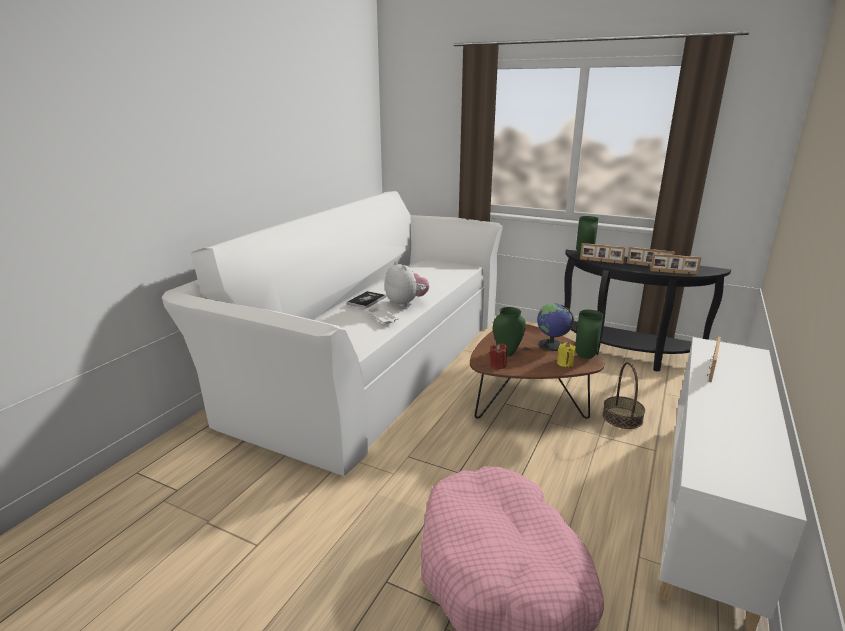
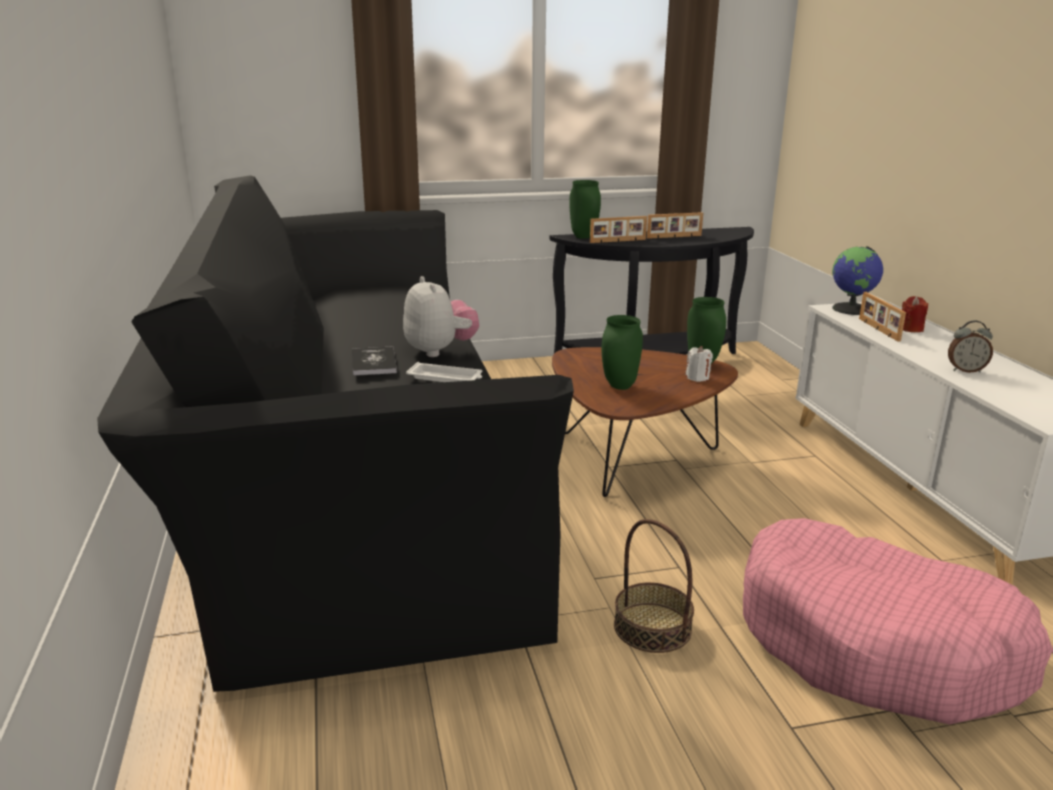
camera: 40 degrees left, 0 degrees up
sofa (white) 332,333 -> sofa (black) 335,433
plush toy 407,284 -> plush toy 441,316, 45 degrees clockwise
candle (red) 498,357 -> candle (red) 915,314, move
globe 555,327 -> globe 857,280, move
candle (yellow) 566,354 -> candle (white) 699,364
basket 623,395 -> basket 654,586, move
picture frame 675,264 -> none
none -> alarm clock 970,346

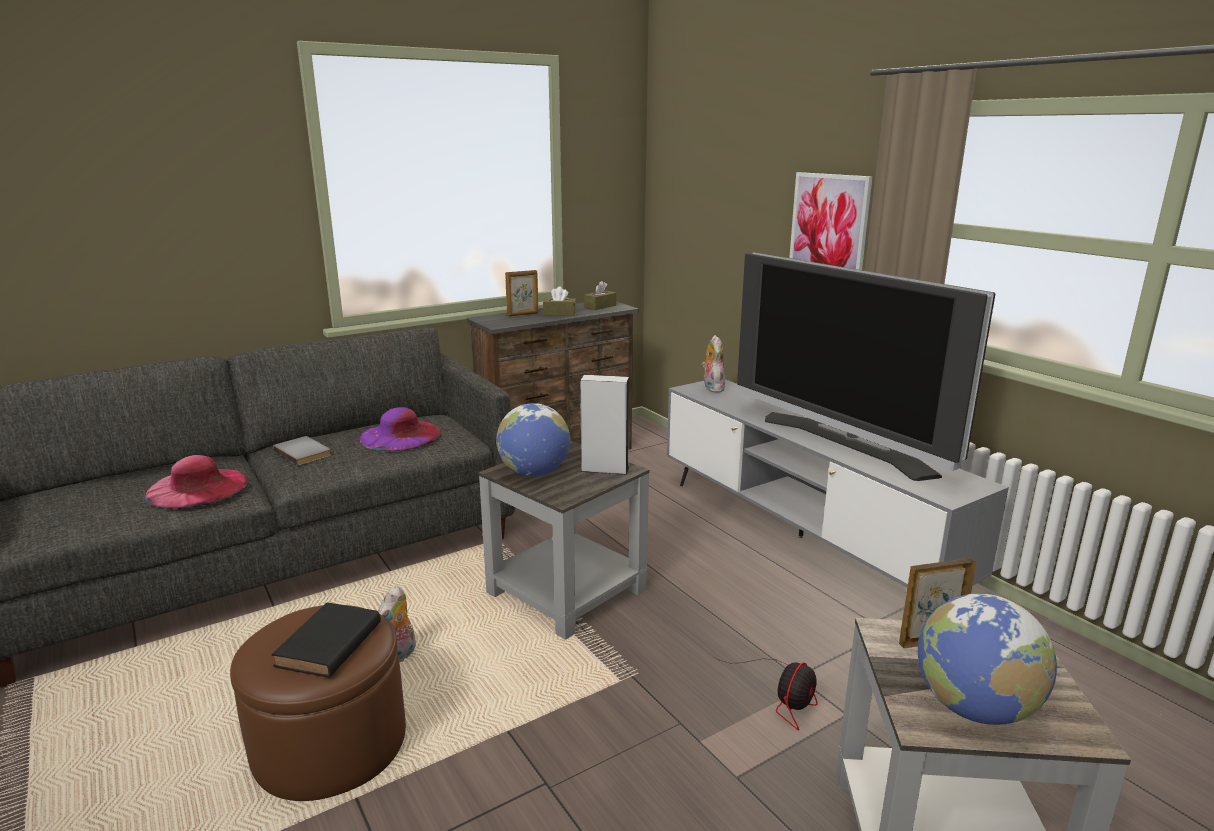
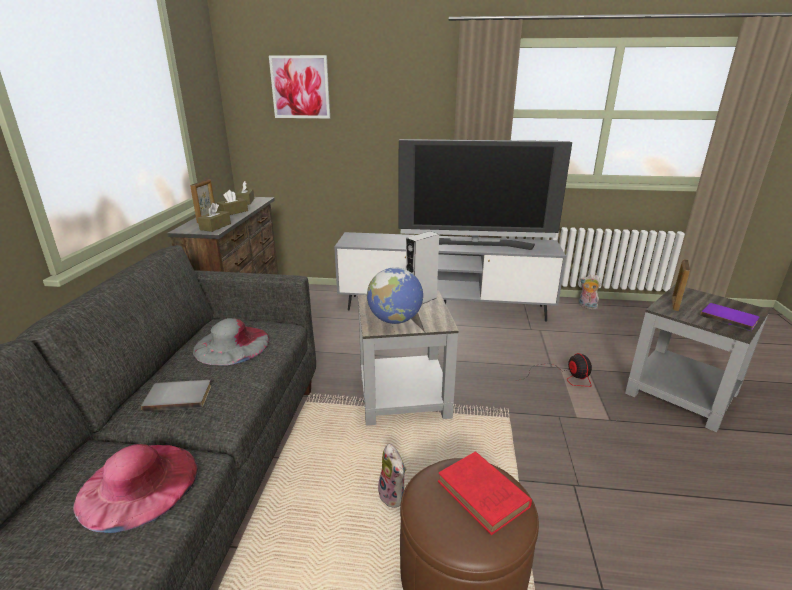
camera: 50 degrees left, 5 degrees up
book (black) 326,640 -> book (red) 485,493
hat (purple) 401,429 -> hat (grey) 231,342
plush toy 713,363 -> plush toy 590,292, move
picture 830,221 -> picture 299,87, move
globe 987,659 -> book (purple) 730,317
none -> tissue box (brown) 214,217

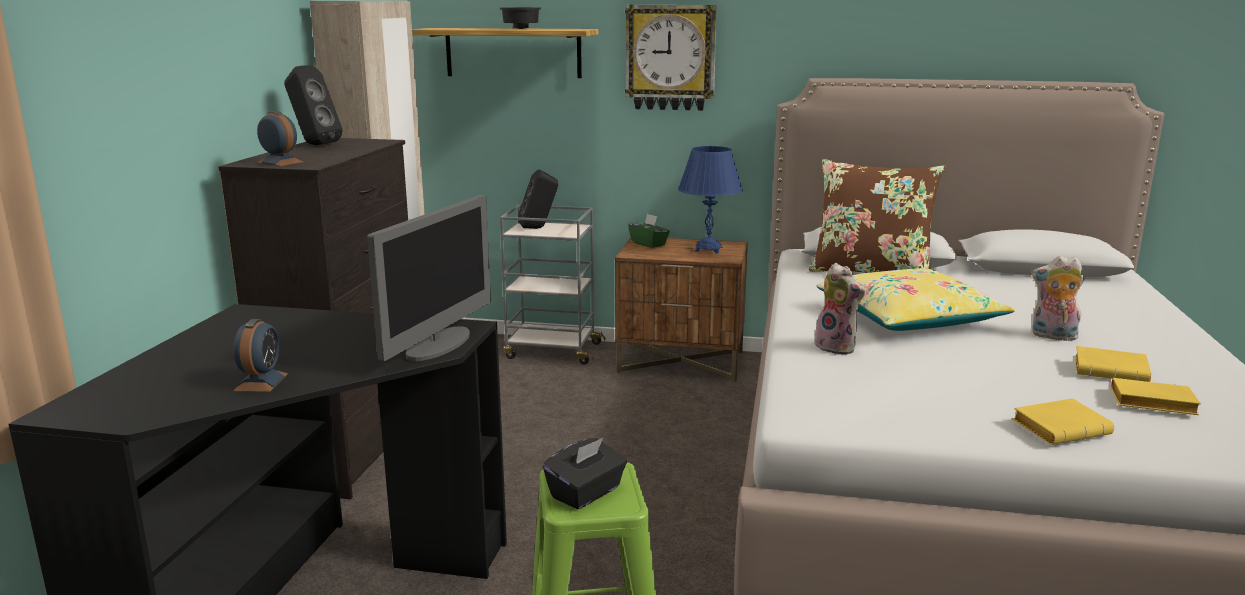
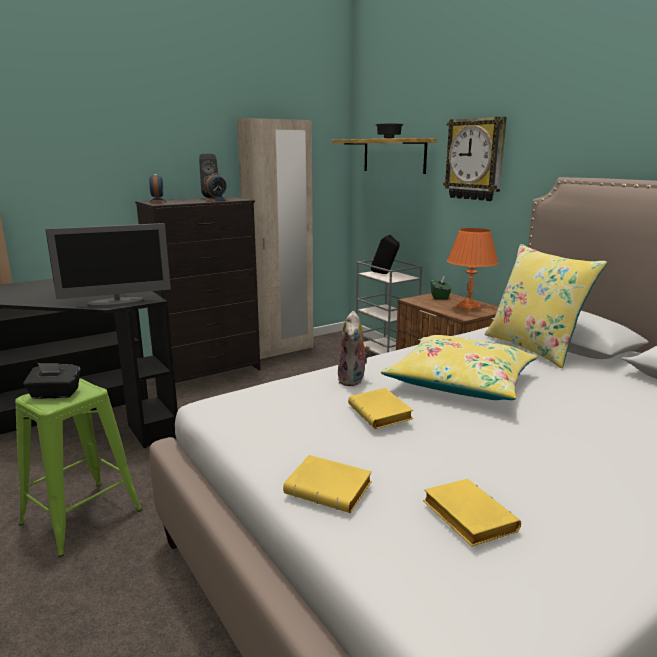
camera: 45 degrees right, 0 degrees up
alarm clock 260,355 -> alarm clock 217,187, move
table lamp (blue) 710,199 -> table lamp (orange) 472,270
pillow (brown) 877,216 -> pillow (yellow) 546,306
plush toy 1058,298 -> none
book (yellow) 1113,364 -> book (yellow) 380,408, move

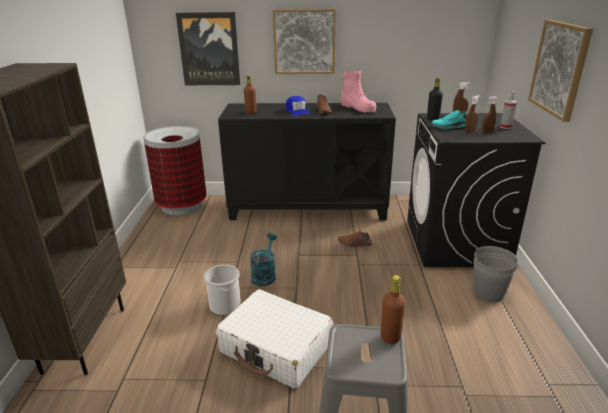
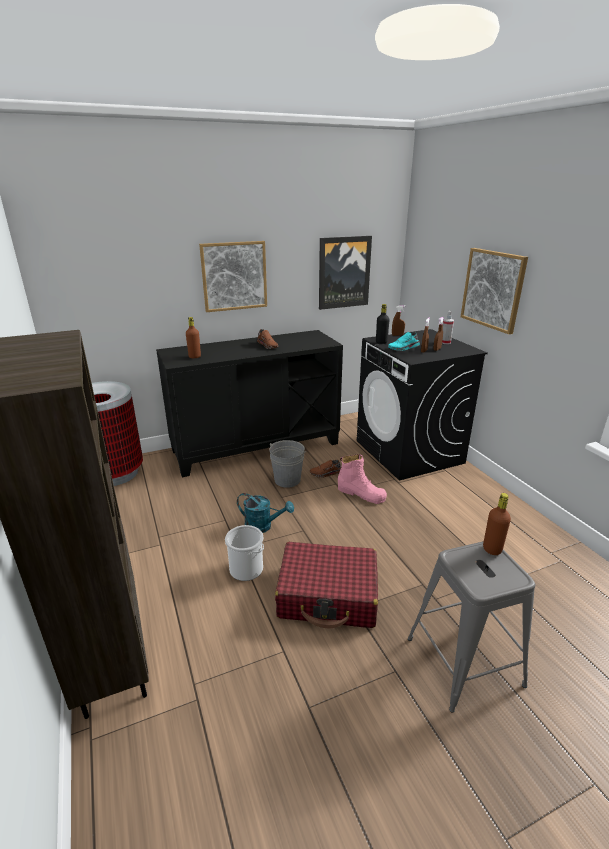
camera: 25 degrees left, 0 degrees up
picture 208,48 -> picture 345,273, move
suitcase (white) 274,339 -> suitcase (red) 326,585
watering can (turquoise) 263,259 -> watering can (turquoise) 265,513, 120 degrees clockwise
cap (blue) 298,106 -> none
boot (pink) 358,91 -> boot (pink) 362,479, move
bucket (grey) 497,274 -> bucket (grey) 287,464, move

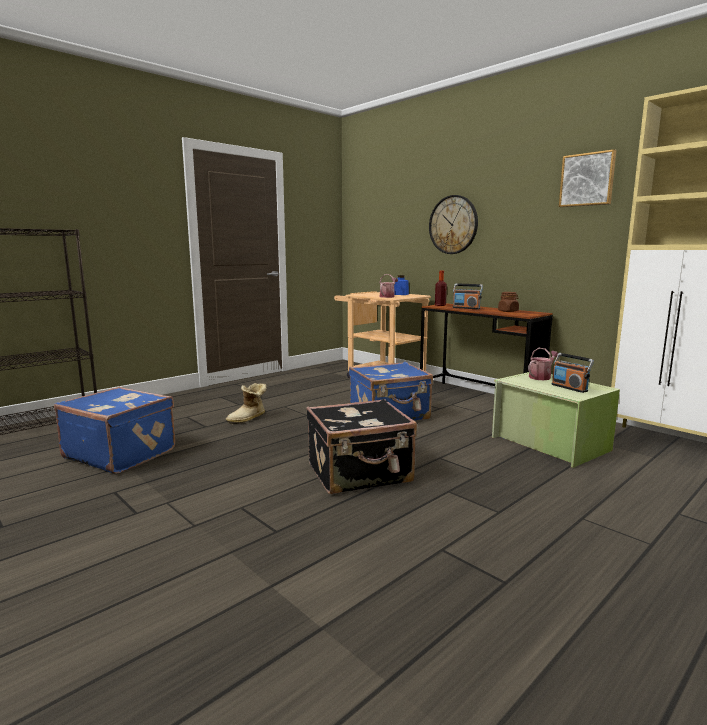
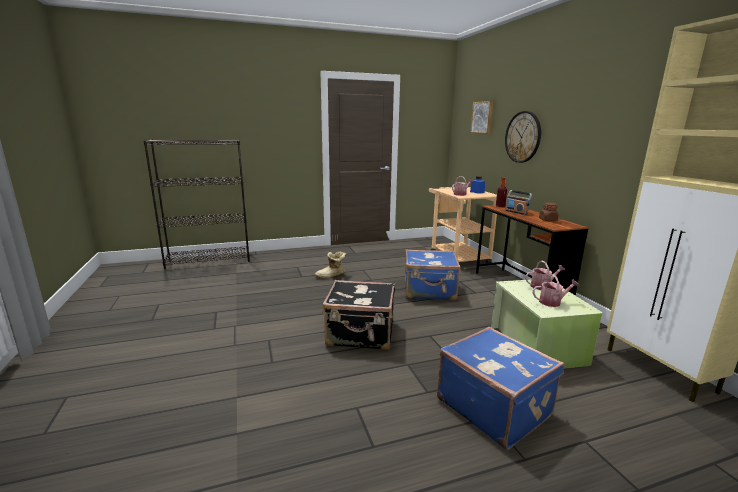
camera: 25 degrees right, 5 degrees up
suitcase (blue) 114,430 -> suitcase (blue) 501,388, move
radio 572,373 -> watering can 556,290
picture 587,178 -> picture 482,117, move

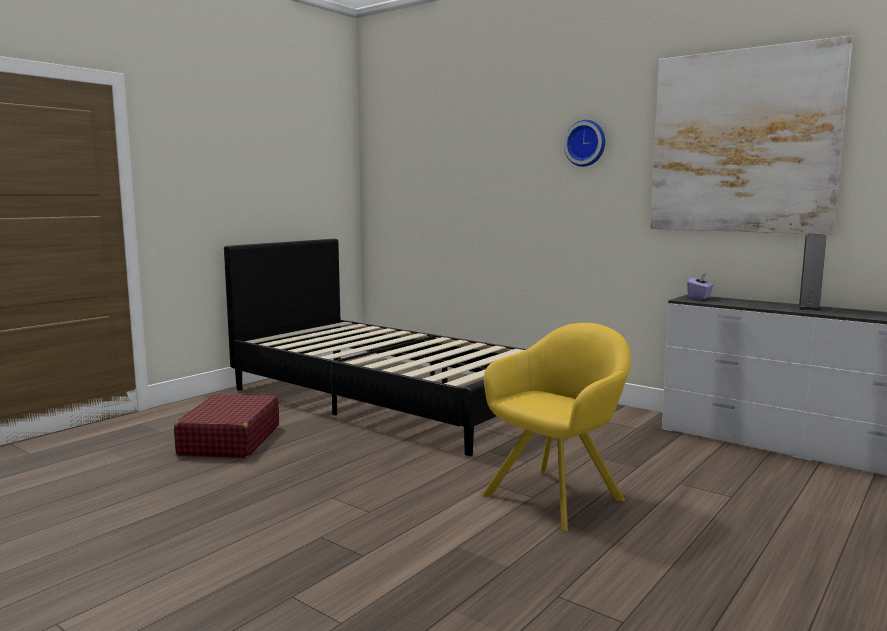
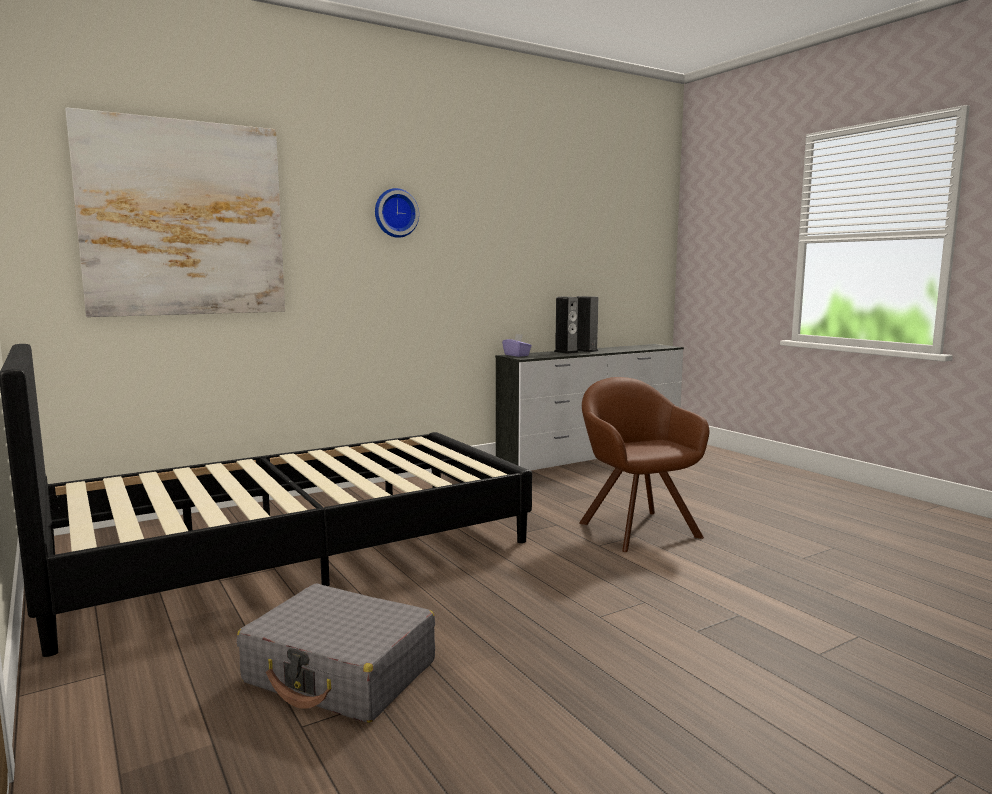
camera: 70 degrees left, 0 degrees up
suitcase (red) 226,426 -> suitcase (grey) 336,653
armchair (yellow) 556,427 -> armchair (brown) 644,464
picture 751,135 -> picture 175,212, move
none -> speaker 566,325

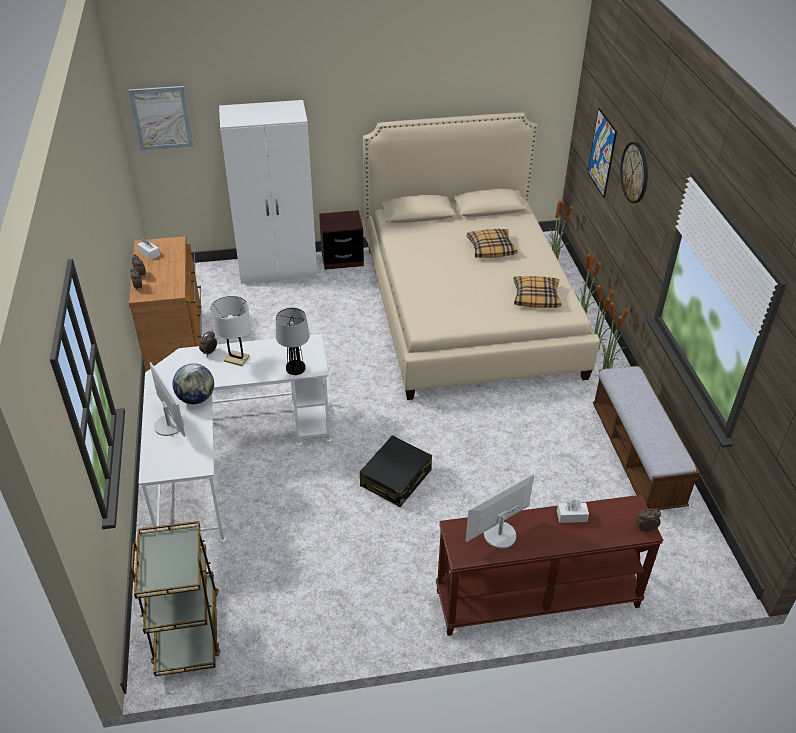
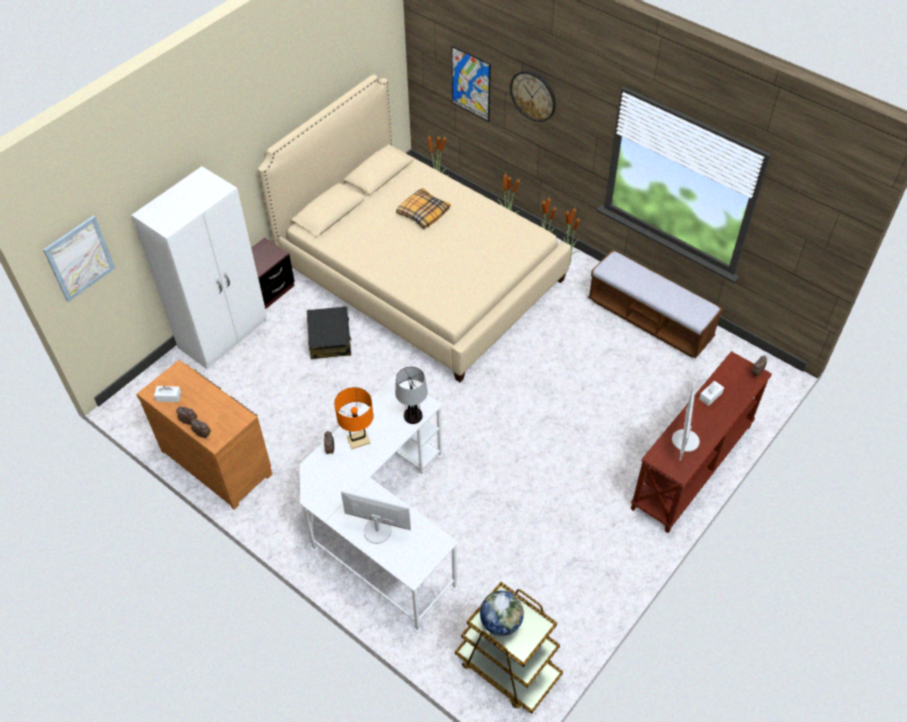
camera: 40 degrees left, 10 degrees up
globe 193,383 -> globe 502,613, move
table lamp (white) 230,331 -> table lamp (orange) 353,418
suitcase (black) 396,471 -> suitcase (black) 329,332, move
pillow 537,292 -> none

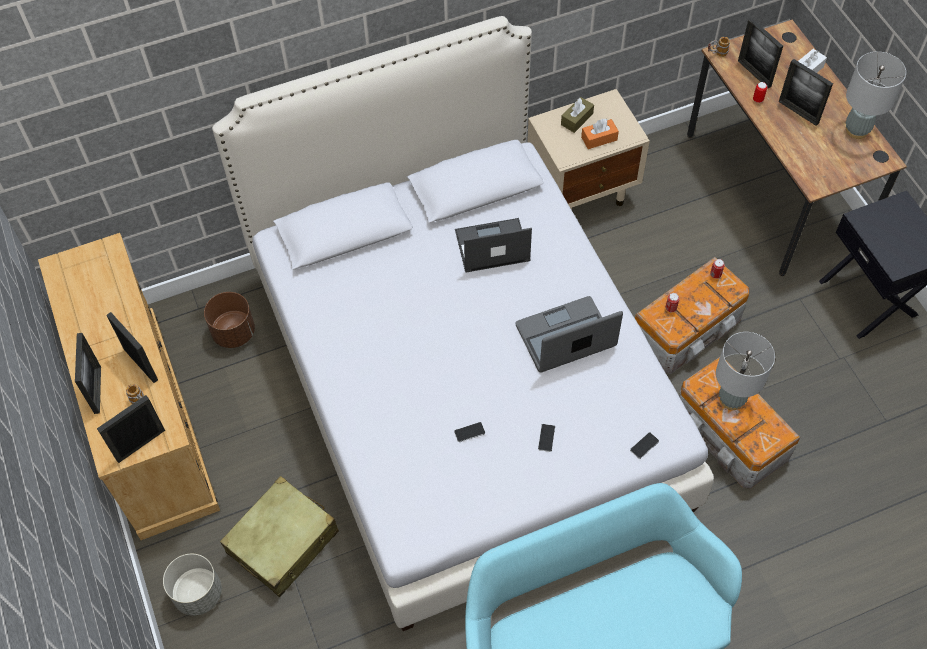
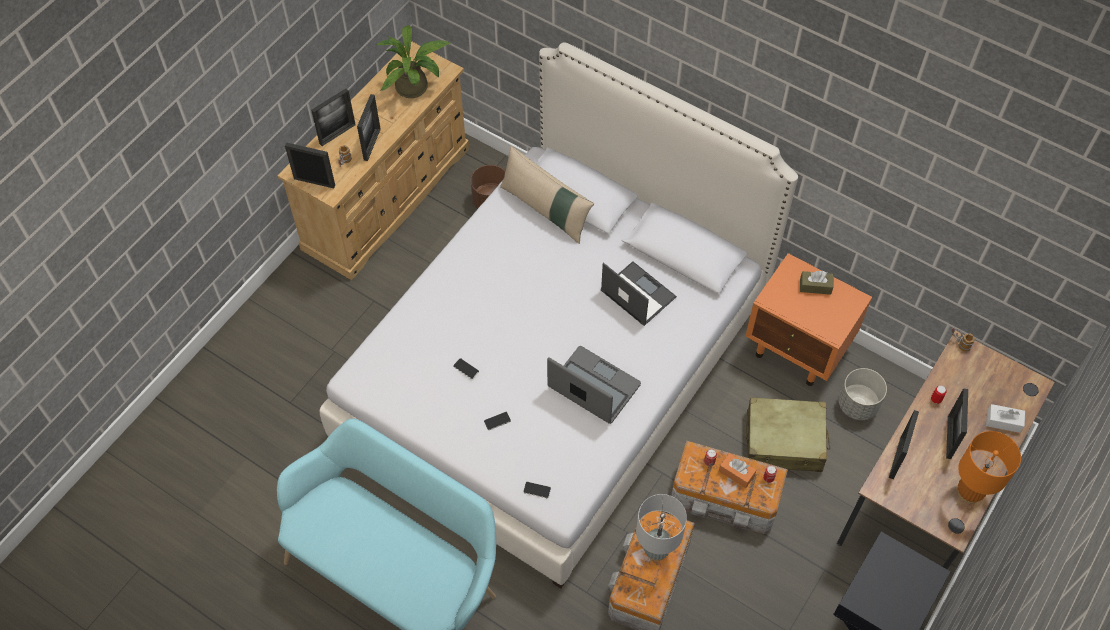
camera: 55 degrees right, 0 degrees up
planter (grey) 192,585 -> planter (grey) 863,394, move
suitcase (beige) 279,536 -> suitcase (beige) 788,434, move
nightstand (beige) 588,149 -> nightstand (orange) 808,319
tissue box (orange) 600,134 -> tissue box (orange) 737,470, move
picture frame 760,53 -> picture frame 904,444, move
table lamp (grey) 876,95 -> table lamp (orange) 989,467
none -> potted plant 413,61
none -> pillow (beige) 547,195

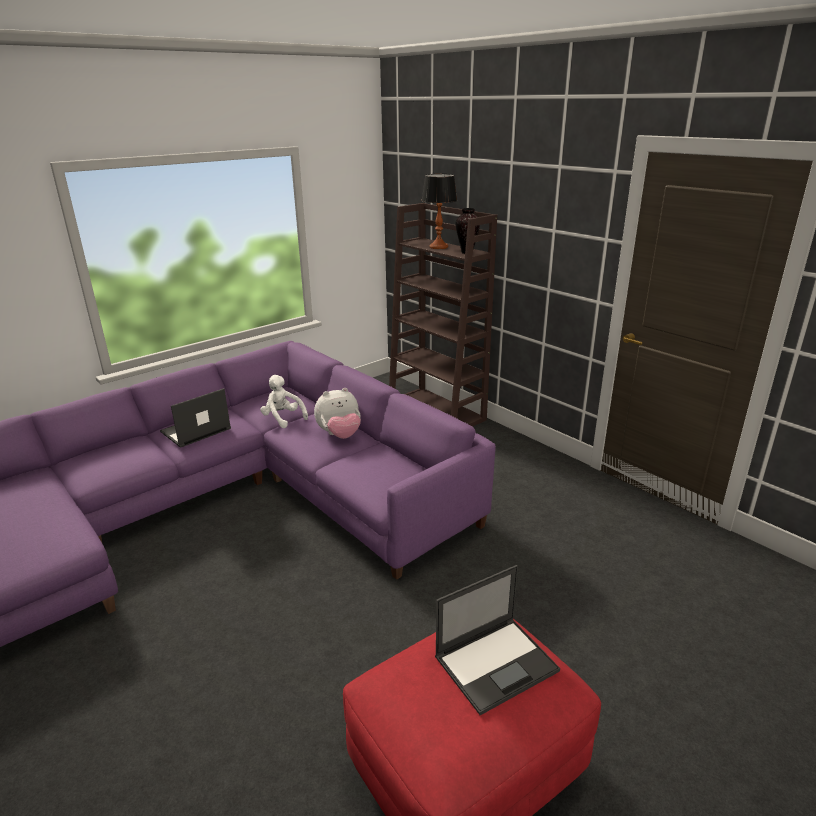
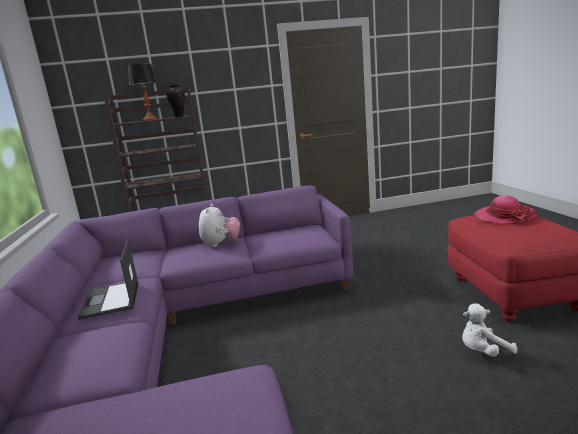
camera: 60 degrees left, 10 degrees down
plush toy (white) 284,401 -> plush toy (white) 489,330, move
laptop 497,640 -> hat 506,209

